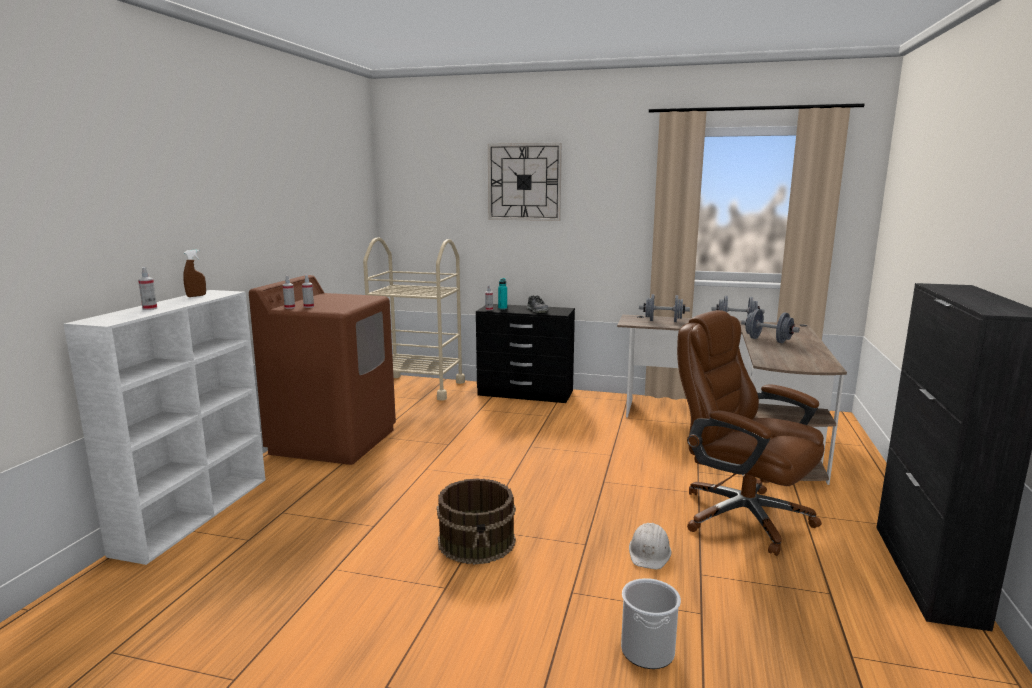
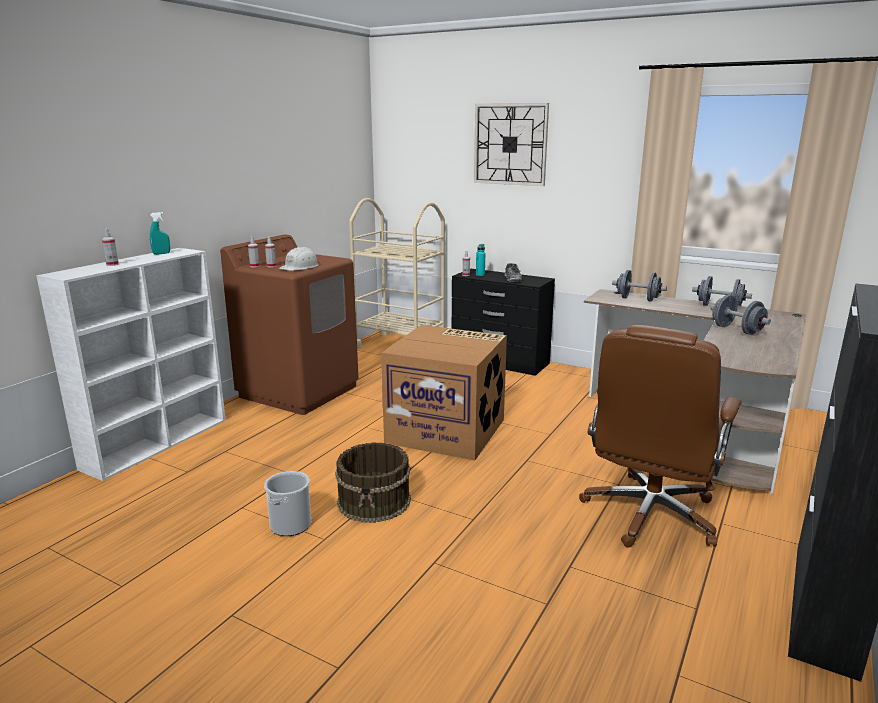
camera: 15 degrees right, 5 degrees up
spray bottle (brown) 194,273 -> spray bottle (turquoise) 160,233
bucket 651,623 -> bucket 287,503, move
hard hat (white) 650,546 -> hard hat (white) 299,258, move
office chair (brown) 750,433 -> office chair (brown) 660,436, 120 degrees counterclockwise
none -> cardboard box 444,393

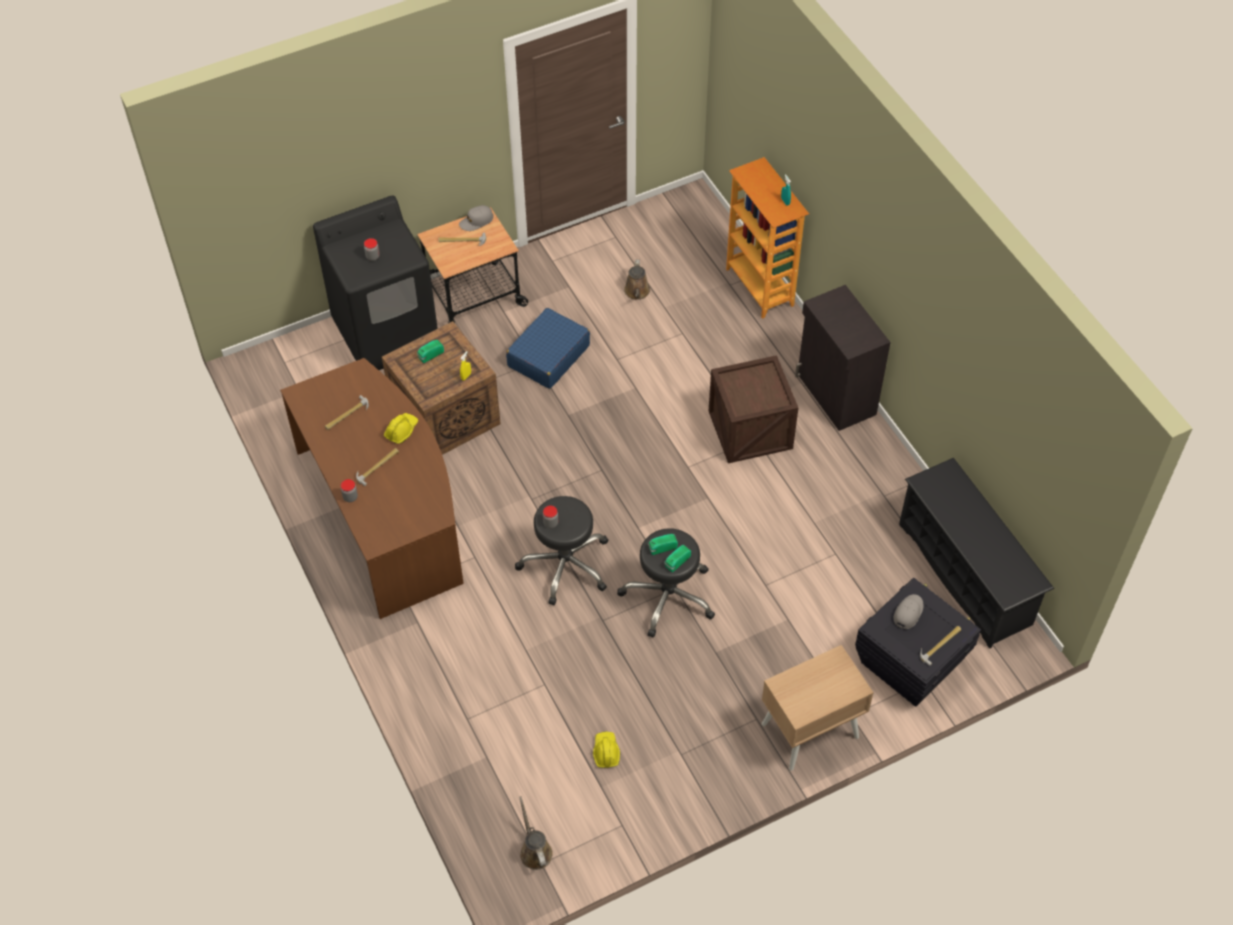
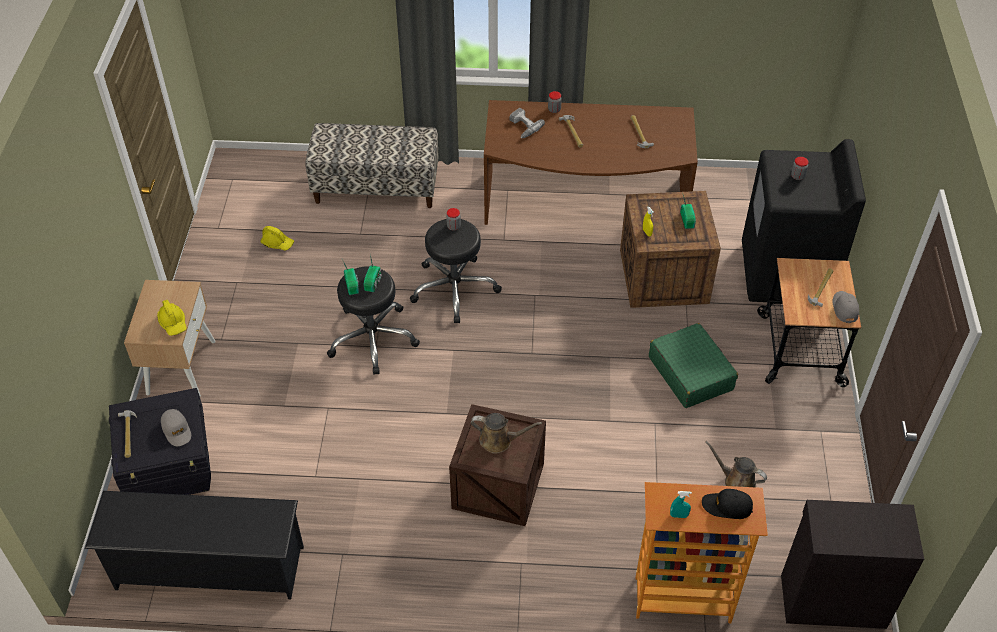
camera: 120 degrees right, 5 degrees down
hard hat (yellow) 401,428 -> hard hat (yellow) 172,318, move
suitcase (blue) 548,348 -> suitcase (green) 693,365
watering can (brown) 536,833 -> watering can (brown) 506,433, move
cabinet (black) 843,358 -> cabinet (black) 852,564, move
none -> bench 372,165
none -> power drill 527,123
none -> cap (black) 727,504

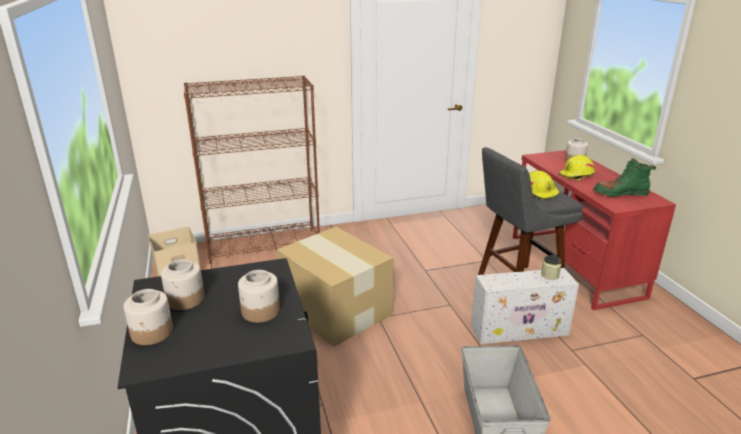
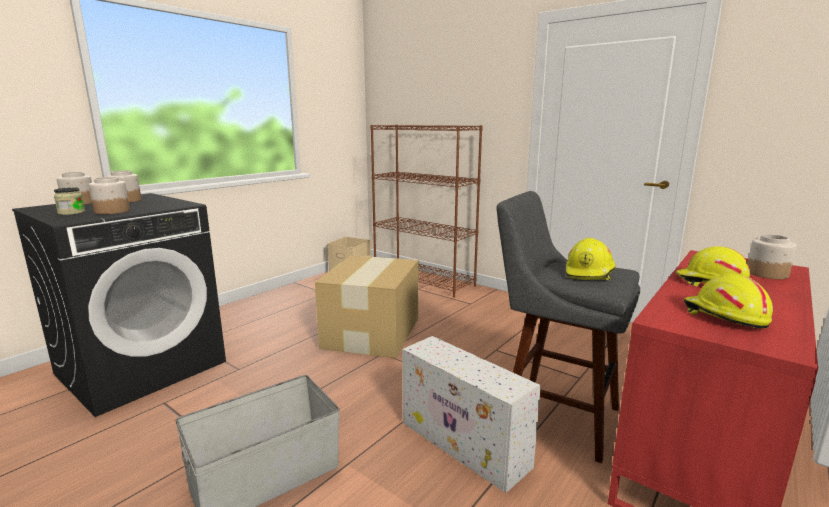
camera: 55 degrees right, 10 degrees down
jar 551,267 -> jar 69,201, move
boot (green) 625,177 -> hard hat (yellow) 728,301

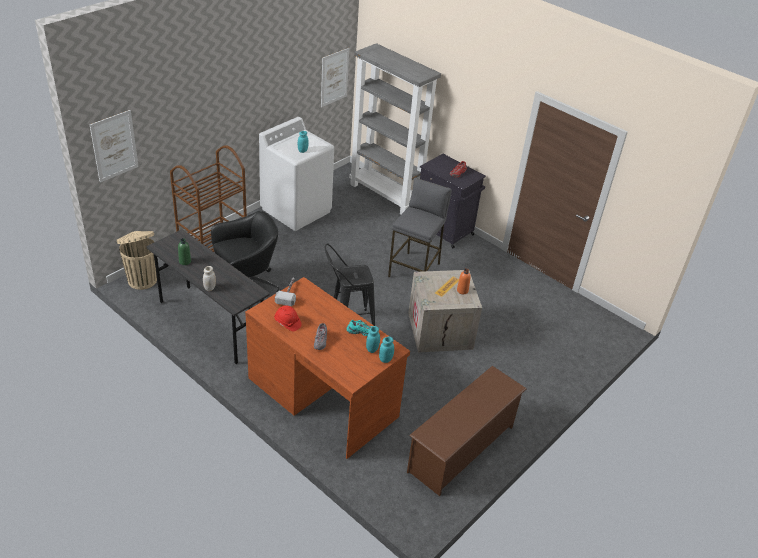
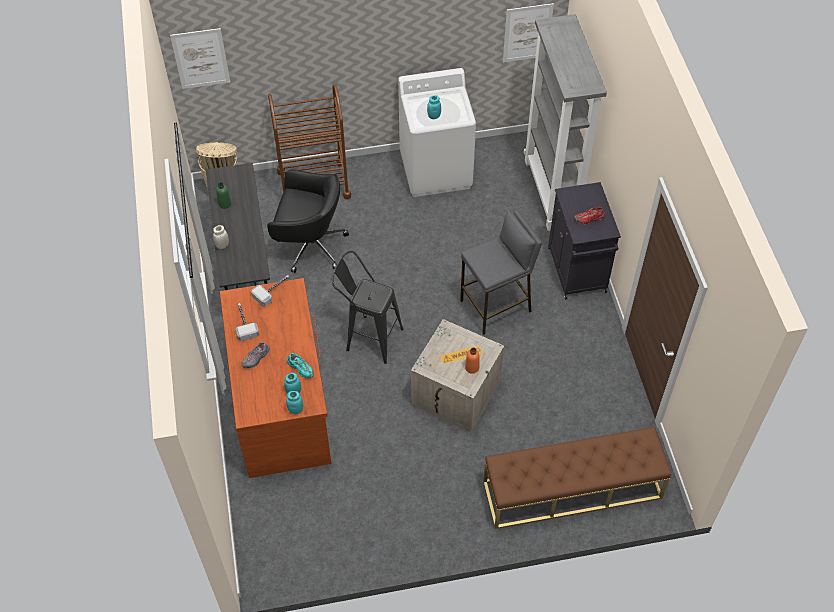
camera: 40 degrees right, 15 degrees up
hard hat (red) 288,318 -> hammer 247,322
shoe rack (brown) 467,431 -> none
none -> bench (brown) 577,478

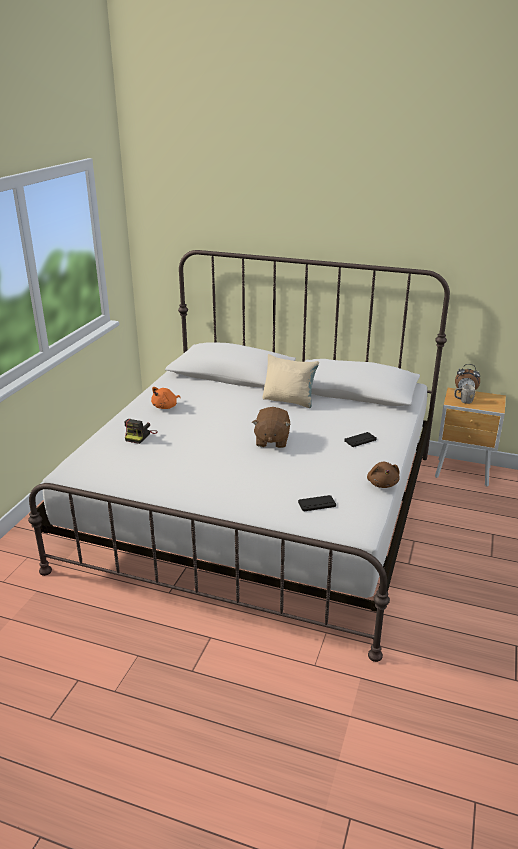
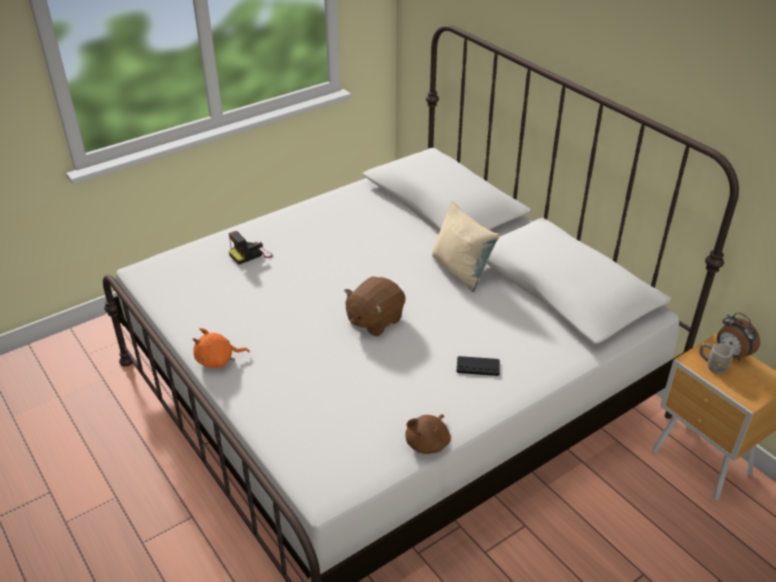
camera: 35 degrees right, 10 degrees up
plush toy (orange) 166,398 -> plush toy (orange) 221,348, move
game controller (black) 317,503 -> none

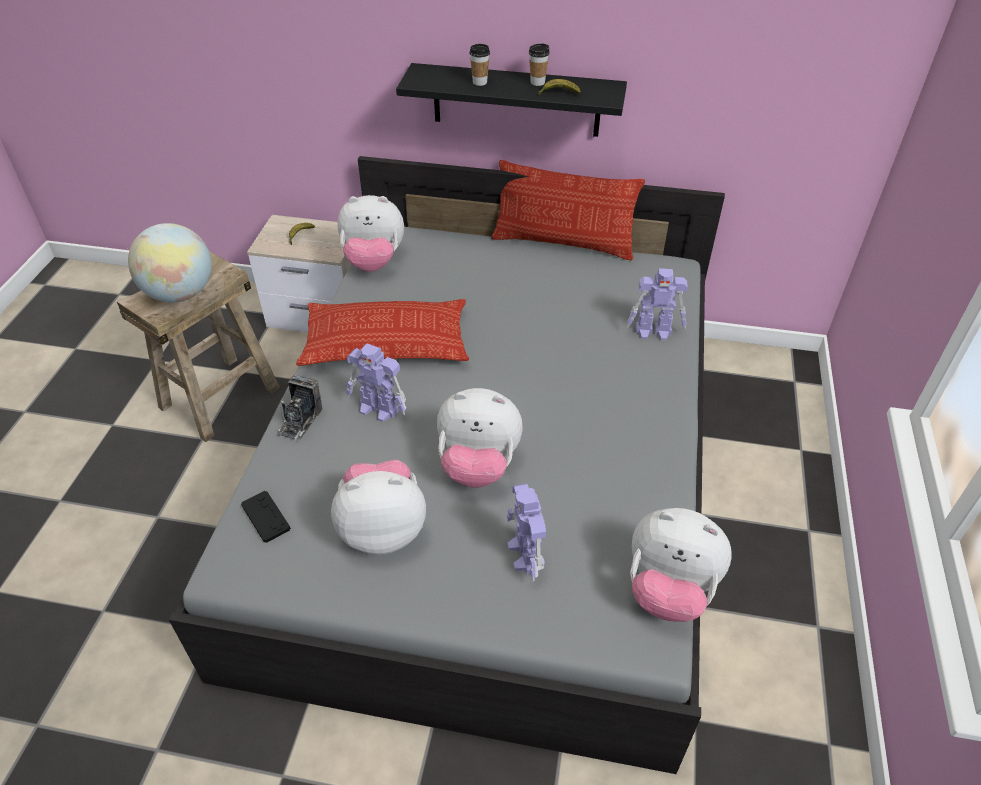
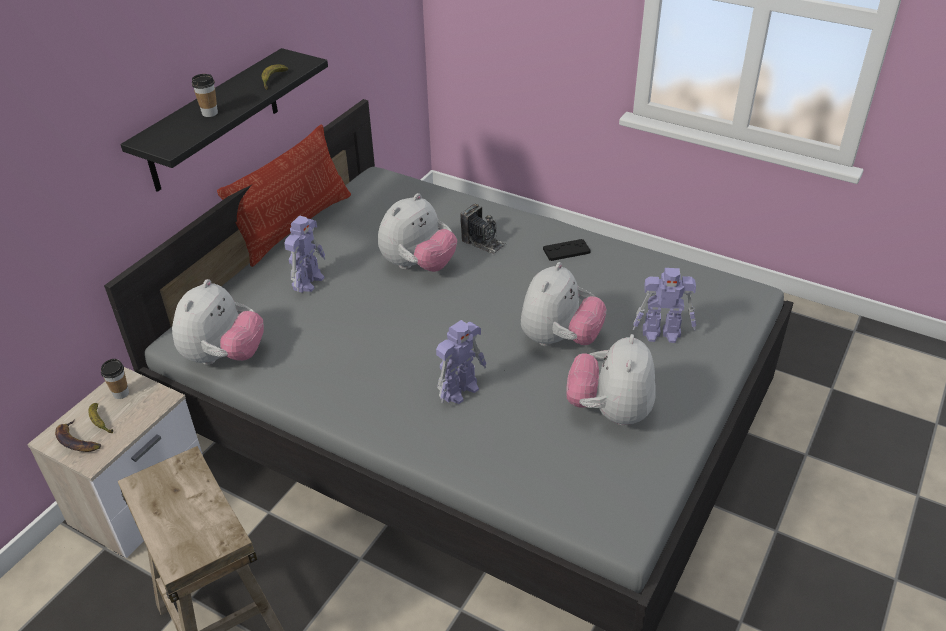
camera: 70 degrees left, 5 degrees down
globe 170,263 -> none
game controller (black) 266,517 -> game controller (black) 567,250, move
photo camera 299,408 -> photo camera 483,229, move
pillow 382,332 -> none
cup 539,65 -> cup 115,379, move
toy robot 657,304 -> toy robot 304,254, move
plush toy 681,565 -> plush toy 417,232, move
none -> banana 78,436

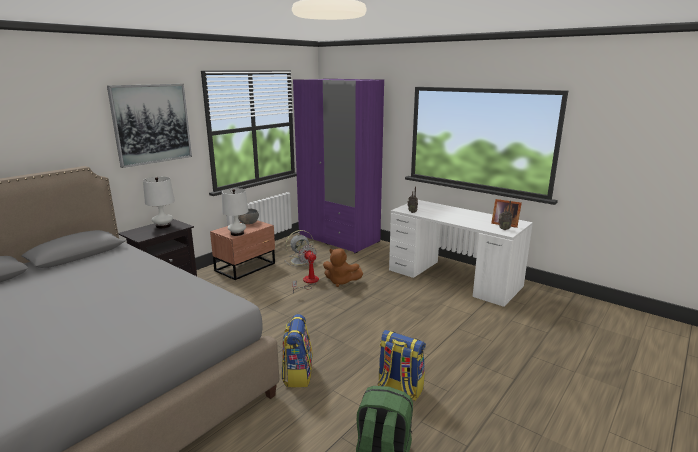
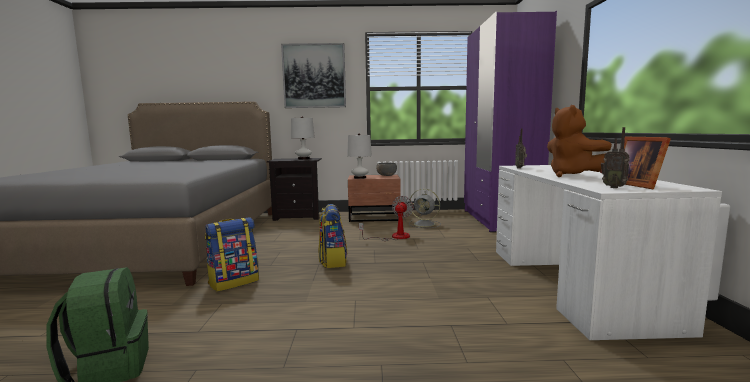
camera: 50 degrees right, 10 degrees down
plush toy (brown) 343,267 -> plush toy (brown) 579,141, move
backpack 402,365 -> backpack 333,236, move

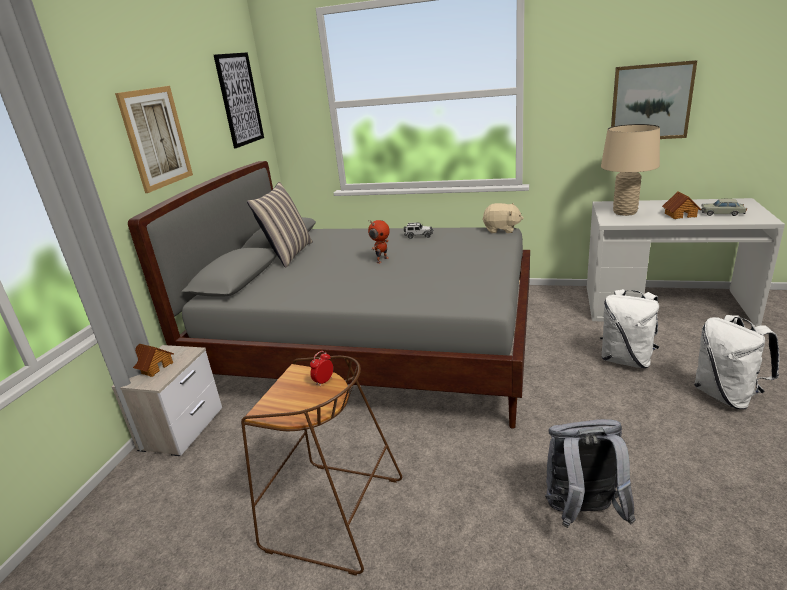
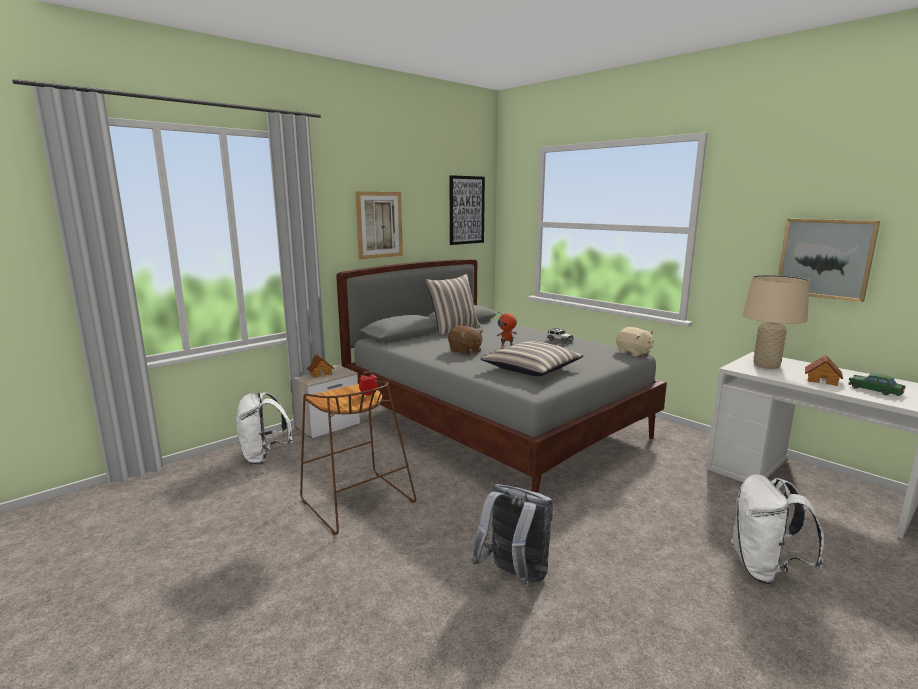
camera: 30 degrees right, 10 degrees down
backpack (white) 629,328 -> backpack (white) 264,428, move
toy car (beige) 724,207 -> toy car (green) 877,384
none -> plush toy (brown) 465,340
none -> pillow 532,358

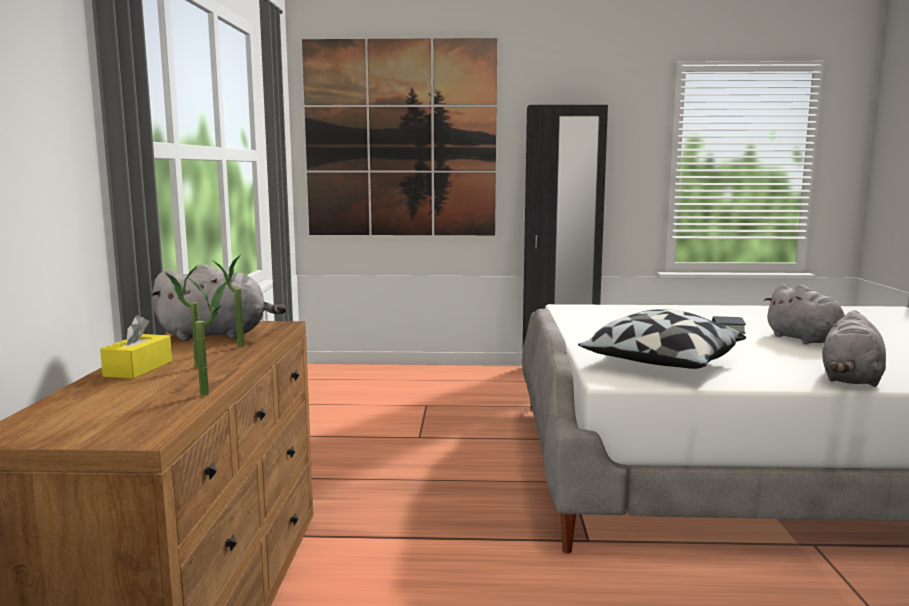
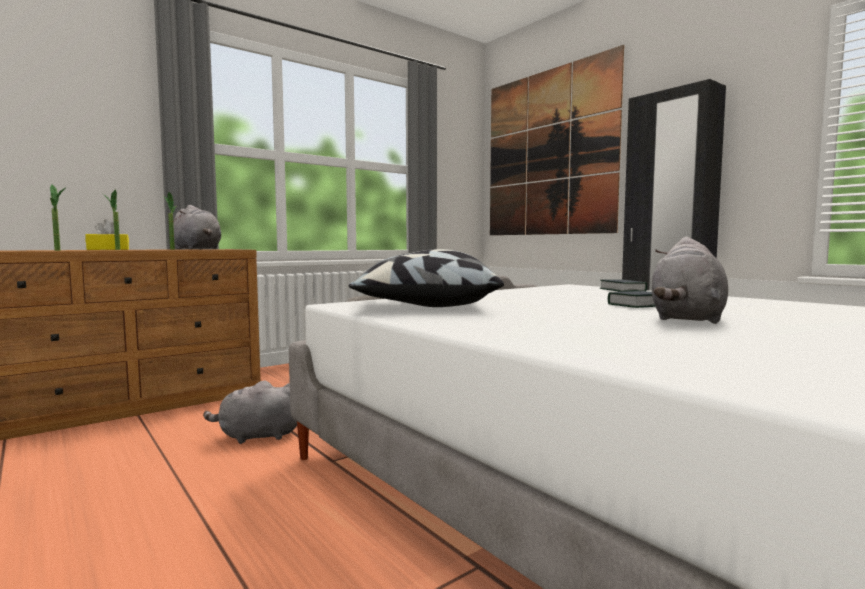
camera: 50 degrees right, 5 degrees down
plush toy (grey) 854,348 -> plush toy (grey) 250,412, move
none -> book 623,285

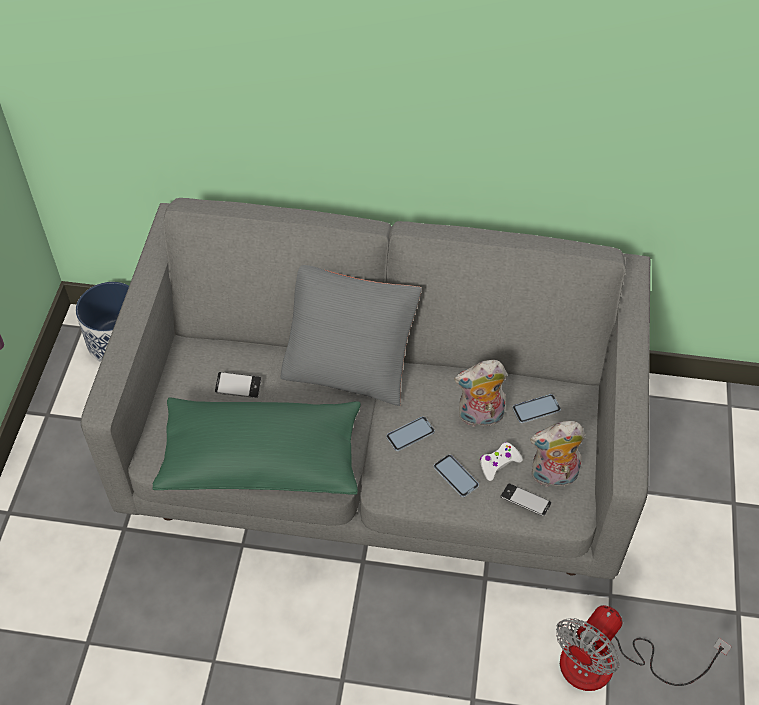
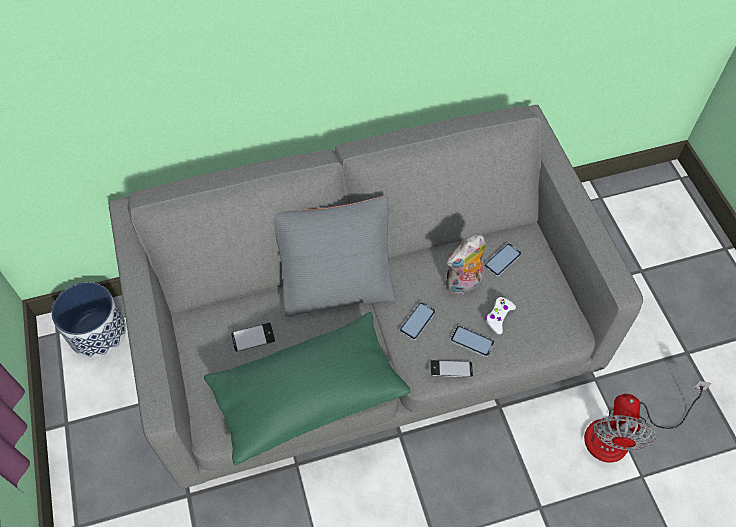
camera: 25 degrees left, 5 degrees up
phone 525,499 -> phone 451,369, move
plush toy 557,454 -> none

